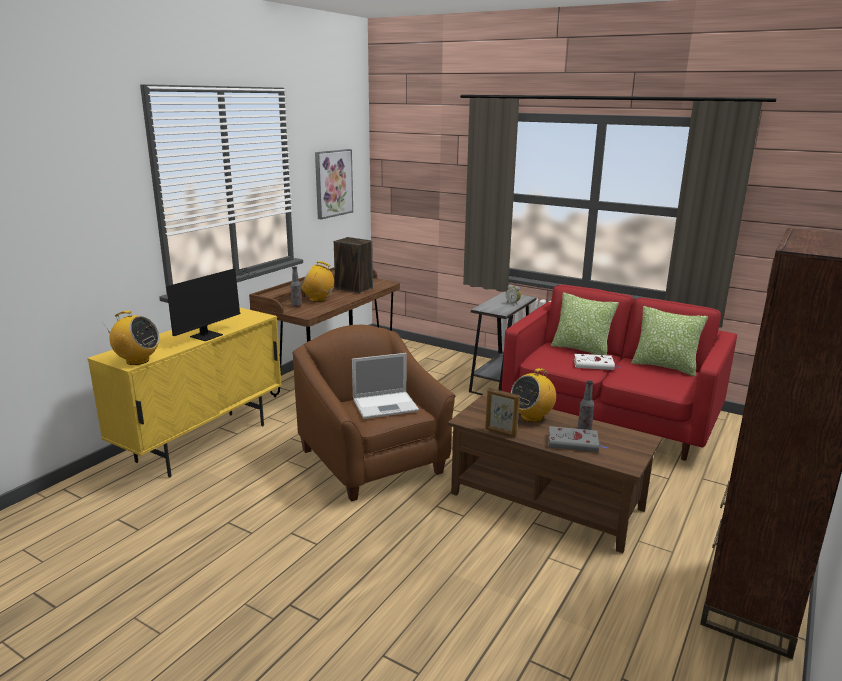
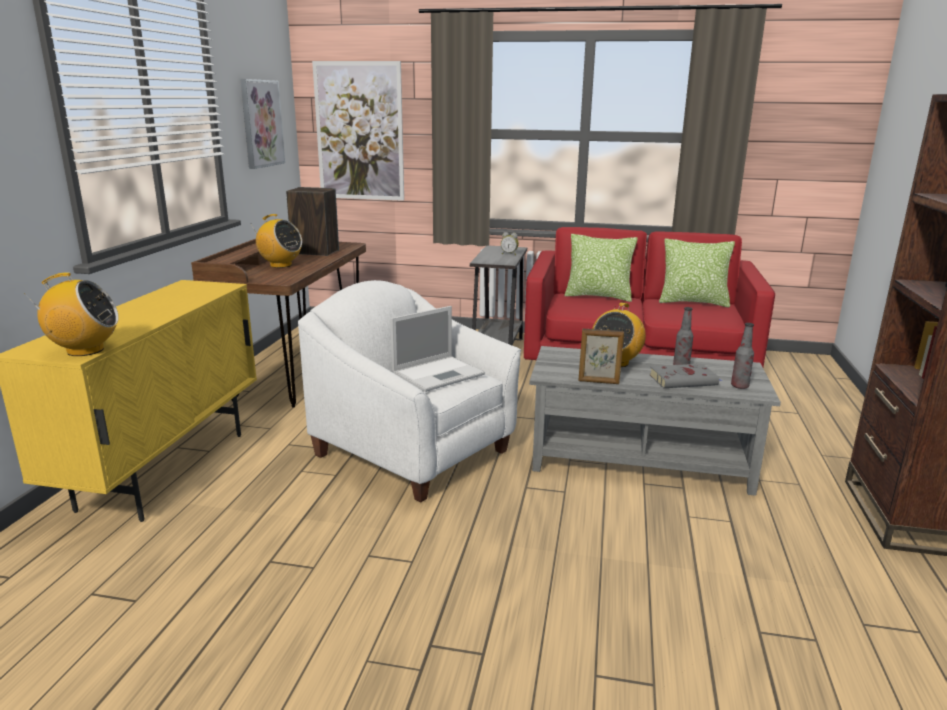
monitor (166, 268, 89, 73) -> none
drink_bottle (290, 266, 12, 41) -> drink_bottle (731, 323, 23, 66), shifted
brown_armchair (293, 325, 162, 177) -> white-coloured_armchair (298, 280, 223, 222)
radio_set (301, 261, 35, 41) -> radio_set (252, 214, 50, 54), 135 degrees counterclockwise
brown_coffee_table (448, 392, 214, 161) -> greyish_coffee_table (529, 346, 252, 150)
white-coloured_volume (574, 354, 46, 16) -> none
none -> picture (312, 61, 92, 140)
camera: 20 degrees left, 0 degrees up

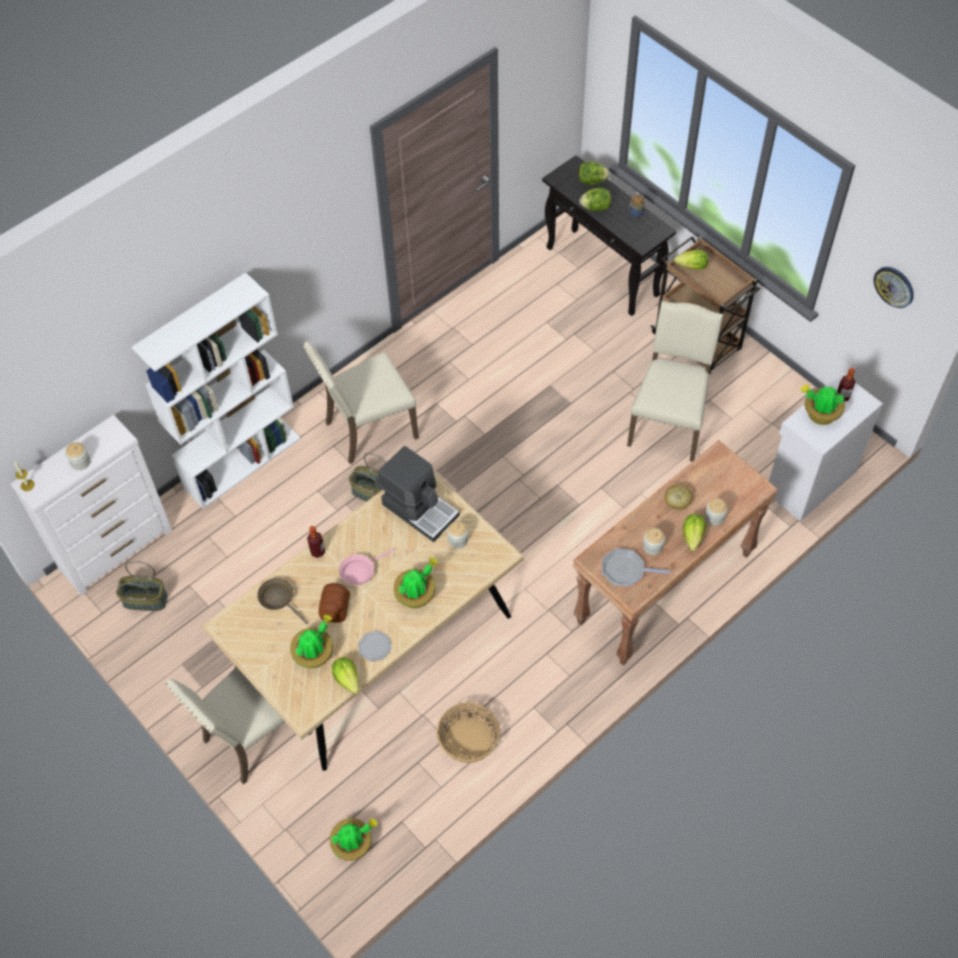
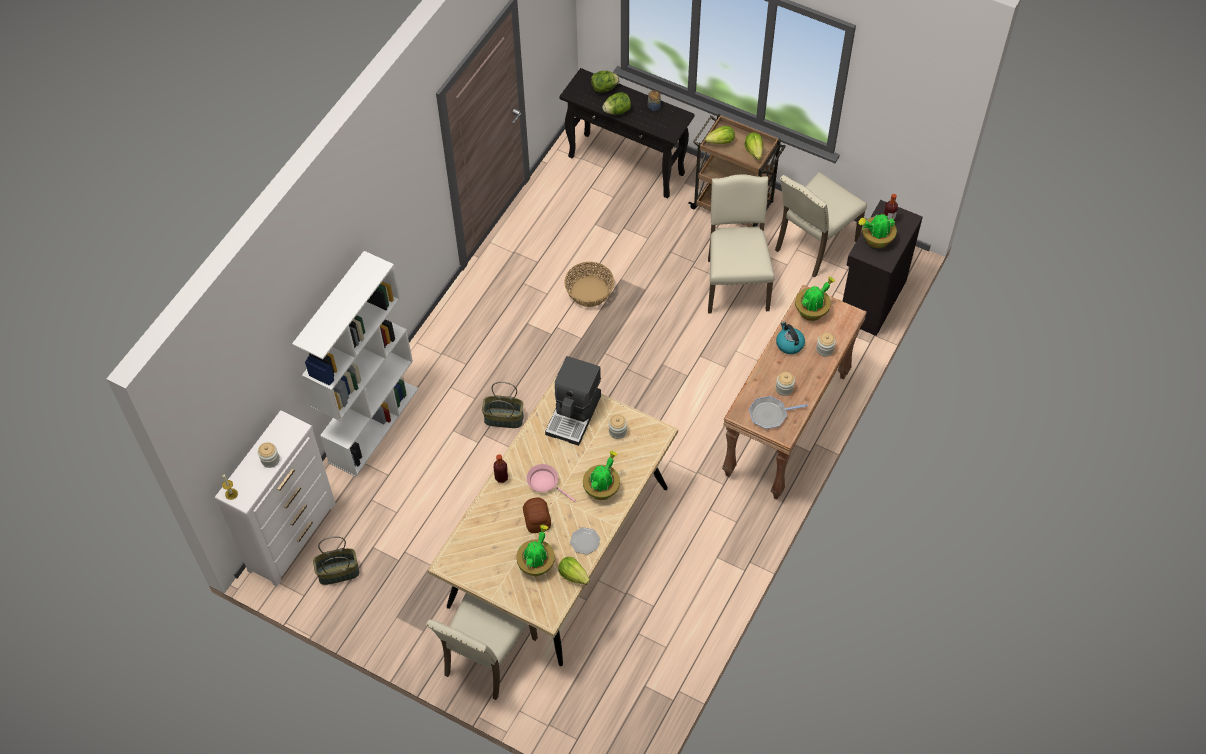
brown_skillet (257, 578, 51, 46) -> none
beige-coloured_plain_chair (303, 342, 116, 122) -> beige-coloured_plain_chair (775, 172, 92, 106), shifted
potted_plant (329, 818, 49, 43) -> potted_plant (795, 276, 40, 45), shifted
pink_skillet (339, 549, 56, 36) -> pink_skillet (526, 464, 50, 38), 90 degrees clockwise
coffee_maker (378, 446, 82, 96) -> coffee_maker (545, 356, 56, 90), 90 degrees clockwise
storage_basket (437, 702, 63, 61) -> storage_basket (564, 262, 50, 45), shifted
bread (665, 485, 28, 25) -> water_kettle (776, 321, 29, 33)
lettuce_head (683, 514, 23, 37) -> lettuce_head (744, 132, 19, 28), shifted
white-coloured_cupboard (769, 373, 114, 148) -> blackish_cupboard (843, 200, 80, 136)
wall_clock (874, 267, 40, 41) -> none
camera: 20 degrees left, 0 degrees up

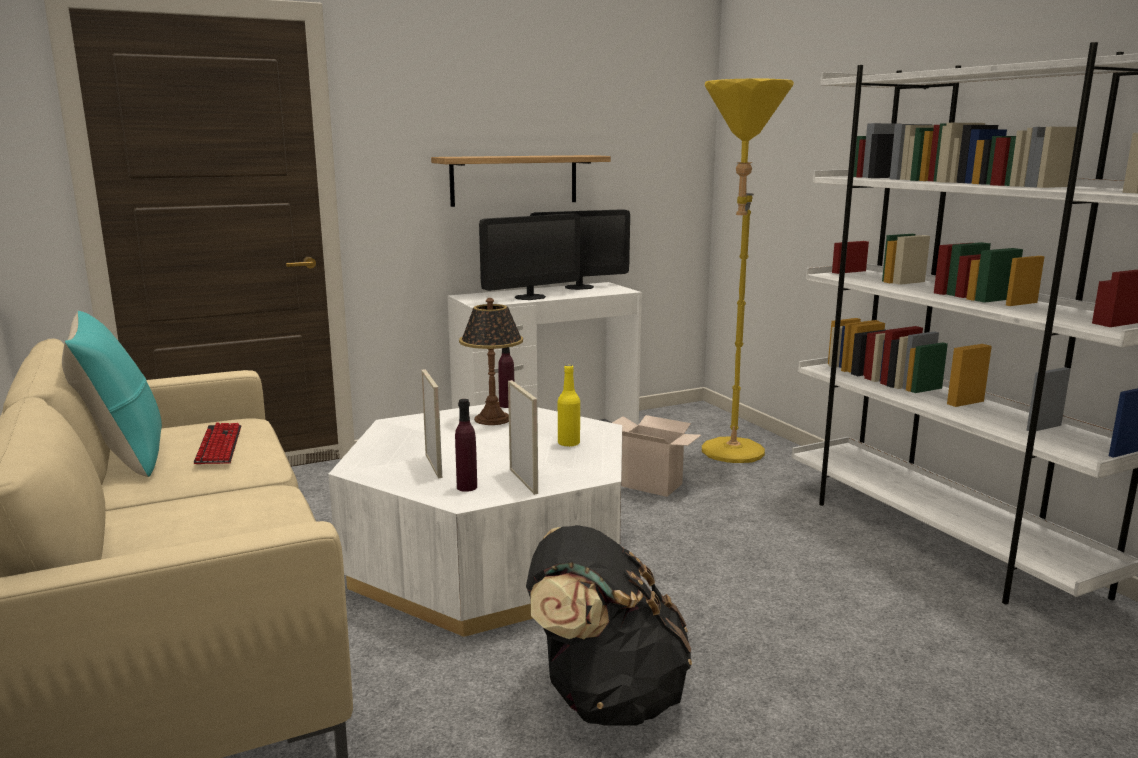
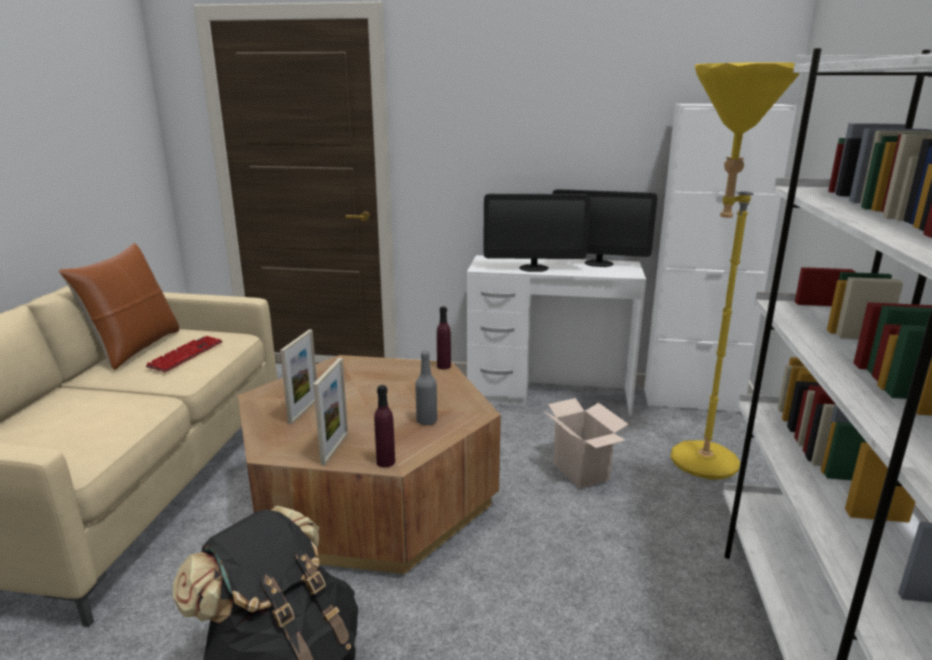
turquoise-coloured_throw_pillow (62, 311, 100, 166) -> brown_throw_pillow (58, 243, 121, 127)
white-coloured_coffee_table (328, 404, 294, 233) -> brown_coffee_table (238, 355, 263, 219)
bracket_shelf (431, 155, 180, 52) -> none
purple-coloured_drink_bottle (455, 399, 22, 93) -> purple-coloured_drink_bottle (374, 385, 21, 82), shifted
tabletop_lamp (459, 298, 64, 127) -> none
yellowish_drink_bottle (558, 365, 22, 82) -> greyish_drink_bottle (415, 351, 22, 74)
none -> white-coloured_cupboard (644, 104, 152, 309)
camera: 35 degrees right, 5 degrees up

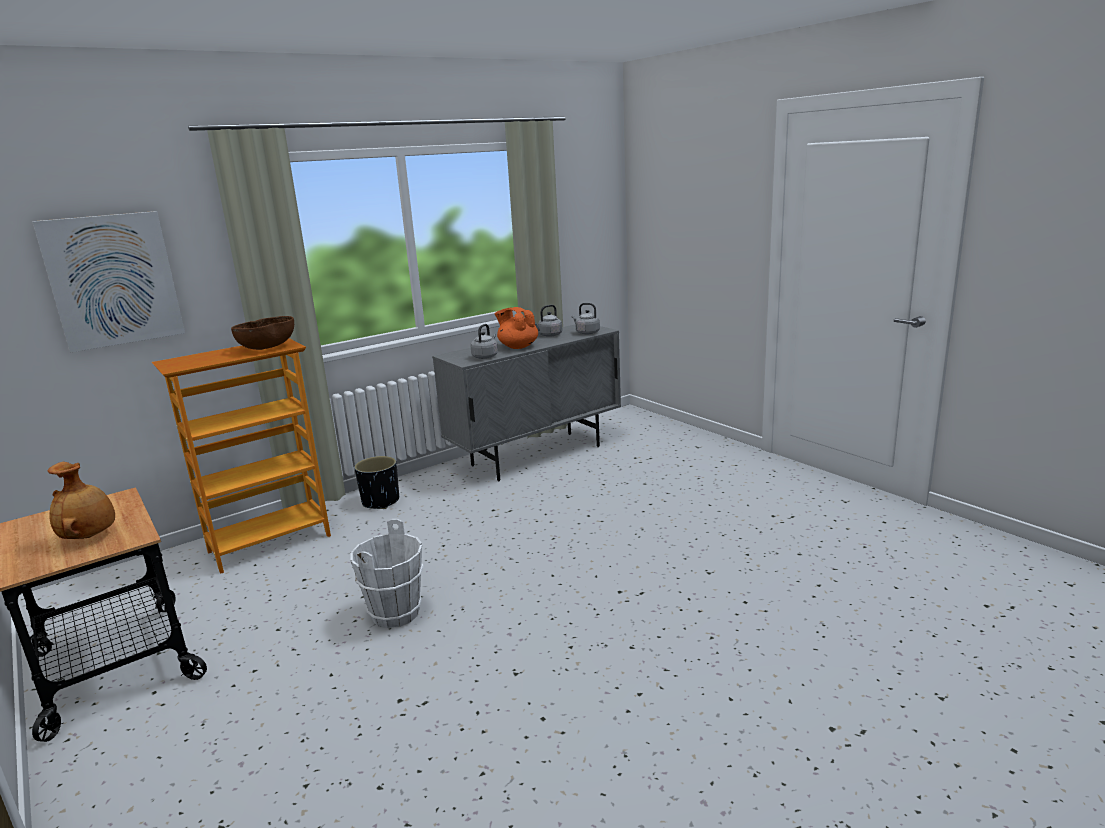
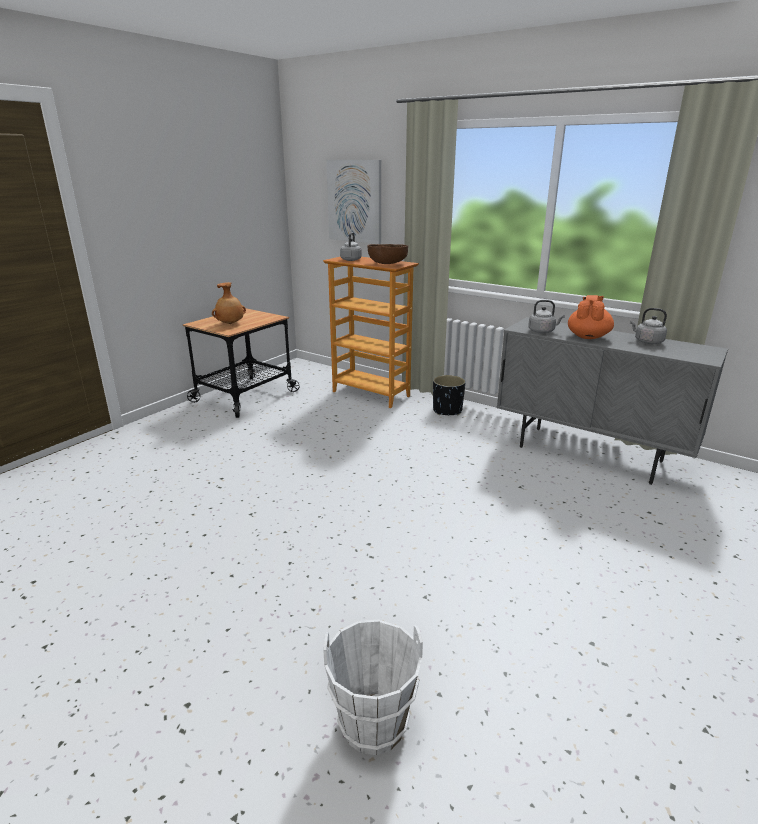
white-coloured_pail (350, 519, 74, 109) -> white-coloured_pail (323, 619, 100, 136), shifted
greyish_water_kettle (571, 303, 29, 31) -> greyish_water_kettle (340, 232, 22, 29), shifted
camera: 70 degrees right, 5 degrees up

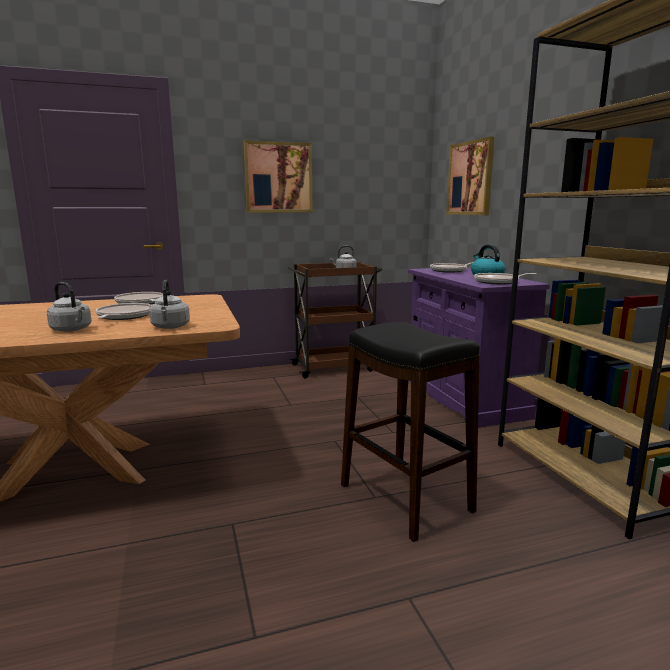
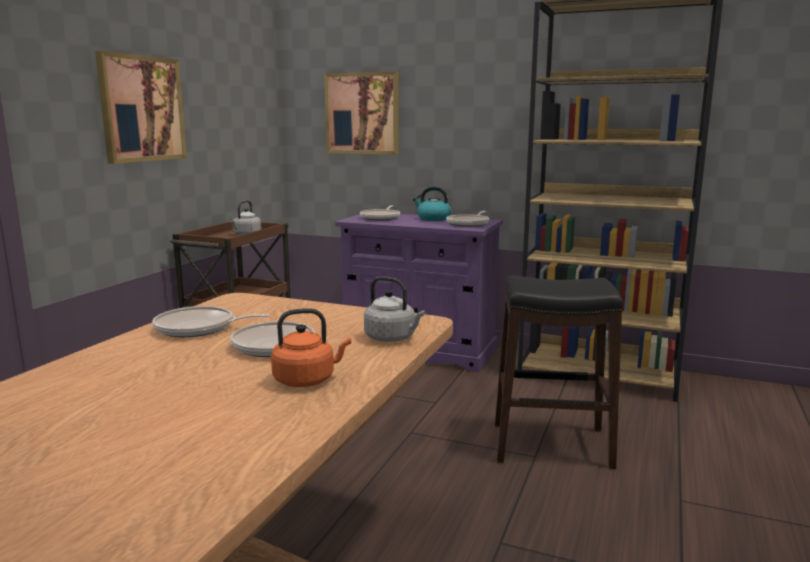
greyish_water_kettle (47, 282, 44, 50) -> orangey_water_kettle (271, 308, 80, 79)
camera: 50 degrees left, 0 degrees up

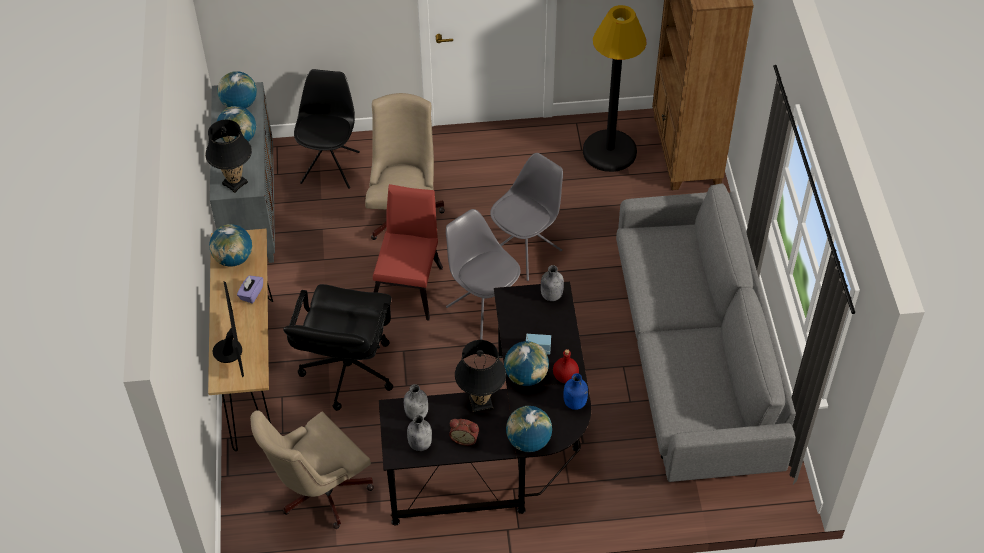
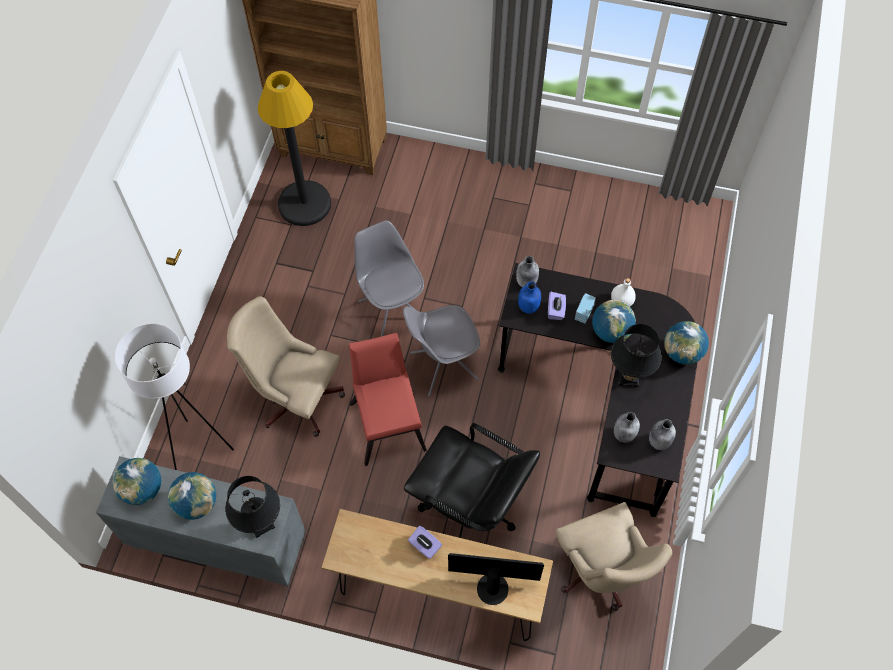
globe (209, 224, 43, 42) -> none
blackish_plain_chair (294, 69, 66, 120) -> white-coloured_standard_lamp (115, 324, 119, 146)
reddish_plain_chair (373, 184, 70, 137) -> reddish_plain_chair (349, 333, 78, 133), 45 degrees clockwise
alarm_clock (449, 419, 30, 27) -> none
reddish_drink_bottle (553, 349, 26, 34) -> white-coloured_drink_bottle (611, 278, 25, 29)
blue_drink_bottle (563, 373, 25, 37) -> blue_drink_bottle (518, 281, 23, 33), shifted
greyish_settee (616, 184, 180, 298) -> none
none -> purple-coloured_box_of_tissues (548, 292, 18, 28)
camera: 70 degrees left, 10 degrees up

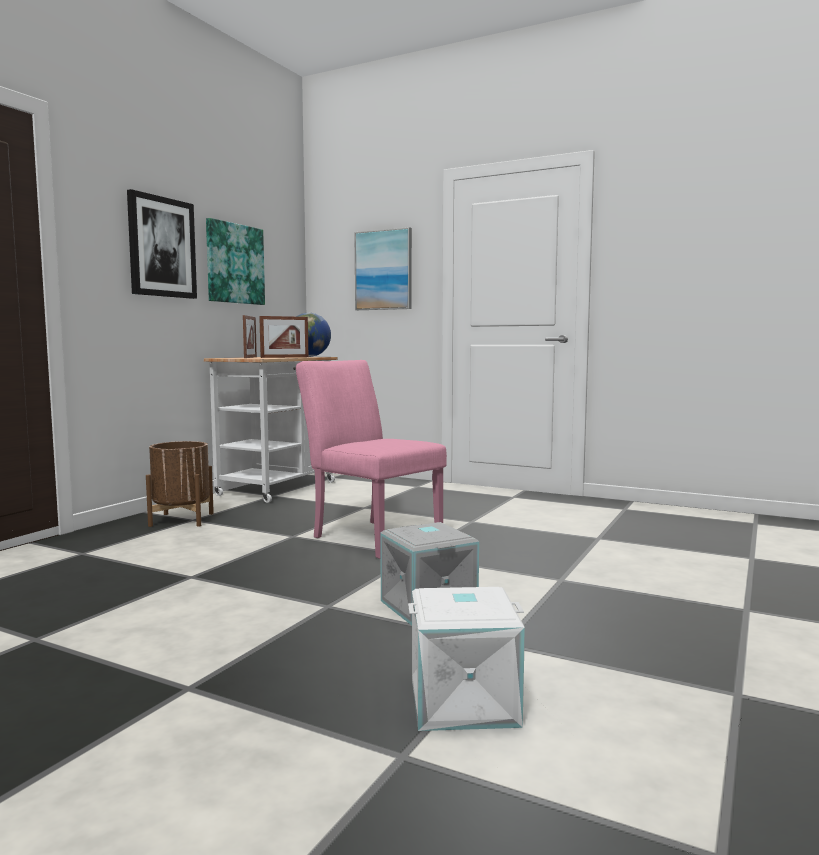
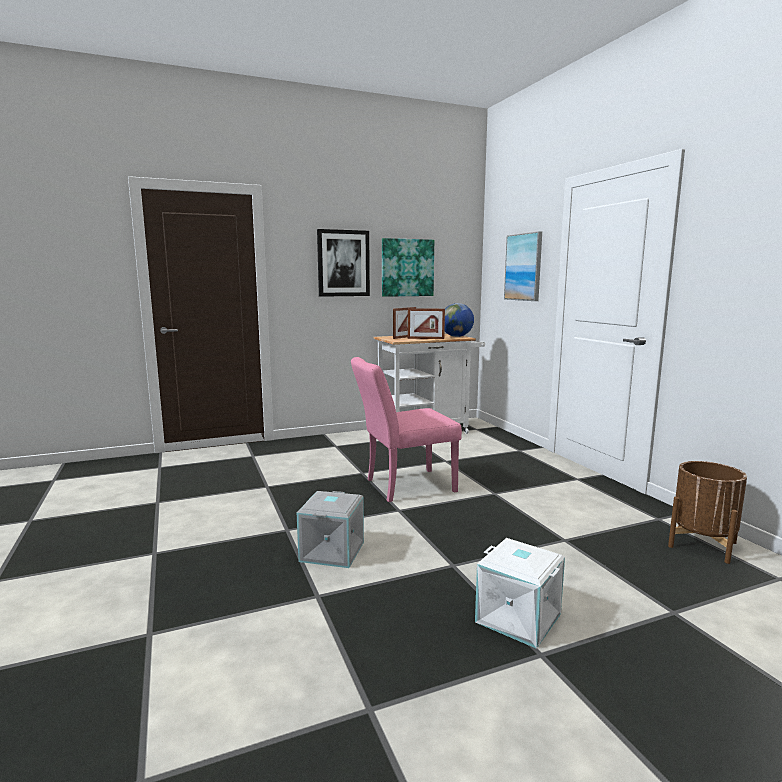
brown_planter (146, 441, 68, 86) -> brown_planter (668, 461, 79, 103), shifted
pink_plain_chair (296, 360, 151, 199) -> pink_plain_chair (351, 357, 111, 145), 105 degrees counterclockwise
white-coloured_storage_bin (408, 587, 117, 144) -> white-coloured_storage_bin (475, 538, 90, 111), shifted
camera: 40 degrees right, 5 degrees up

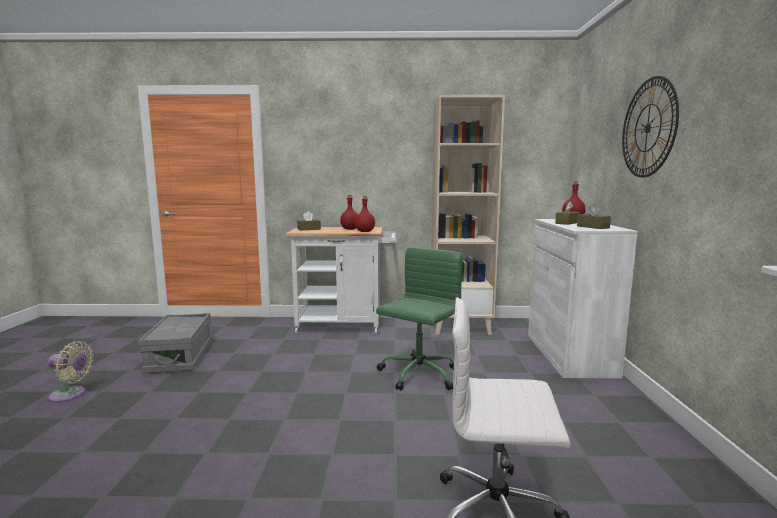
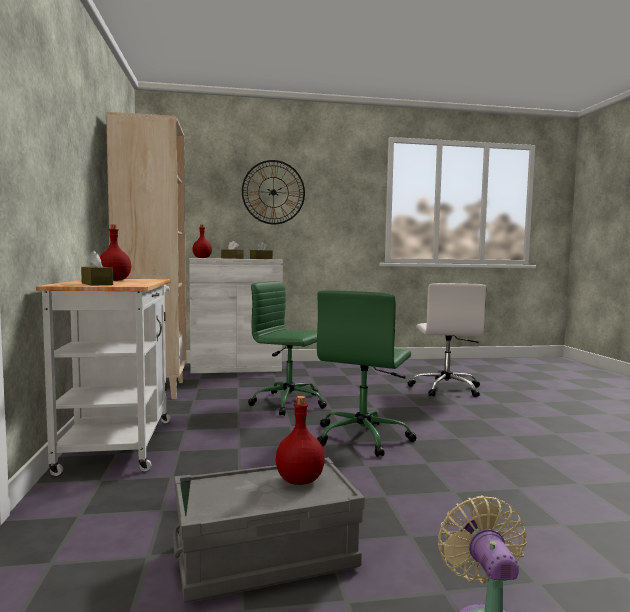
reddish_drink_bottle (355, 196, 20, 36) -> reddish_drink_bottle (276, 396, 49, 89), shifted
none -> greenish_office_chair (317, 290, 99, 167)
camera: 100 degrees left, 5 degrees down

